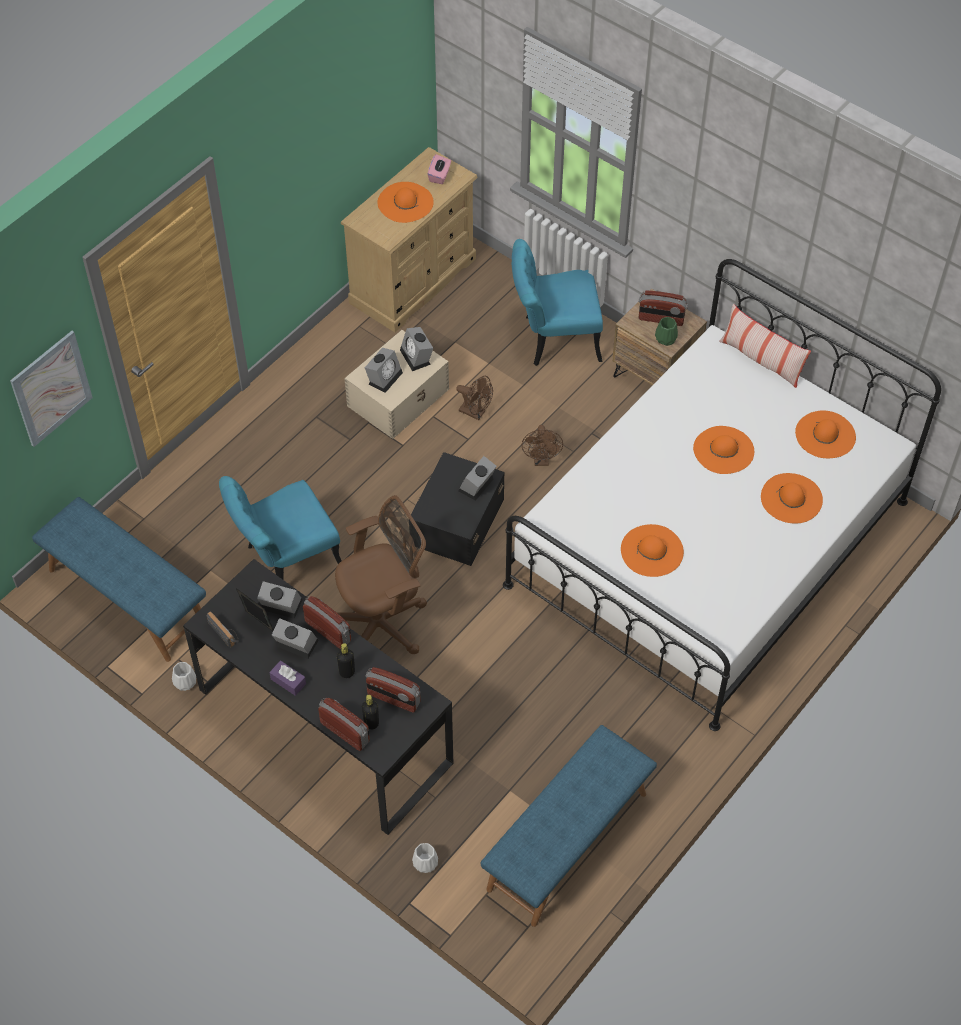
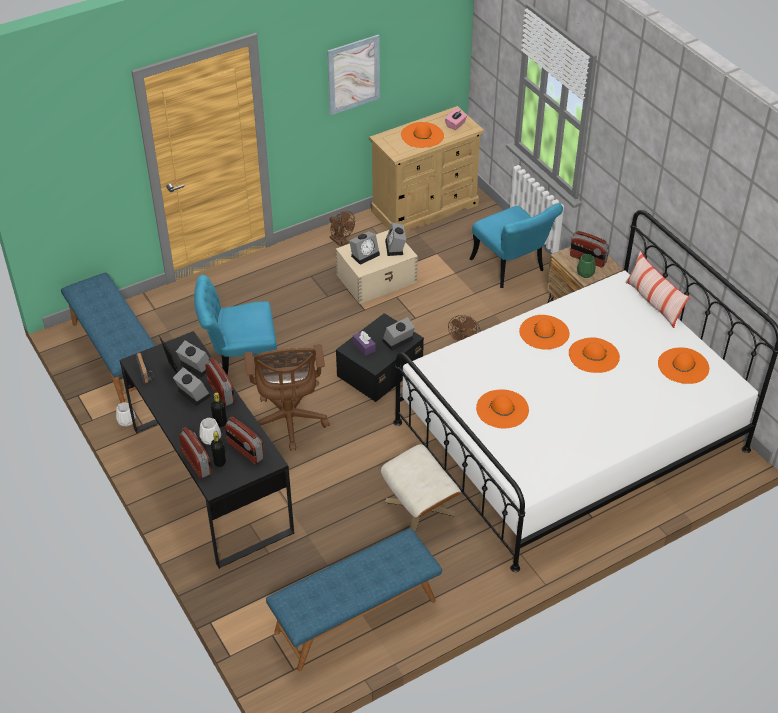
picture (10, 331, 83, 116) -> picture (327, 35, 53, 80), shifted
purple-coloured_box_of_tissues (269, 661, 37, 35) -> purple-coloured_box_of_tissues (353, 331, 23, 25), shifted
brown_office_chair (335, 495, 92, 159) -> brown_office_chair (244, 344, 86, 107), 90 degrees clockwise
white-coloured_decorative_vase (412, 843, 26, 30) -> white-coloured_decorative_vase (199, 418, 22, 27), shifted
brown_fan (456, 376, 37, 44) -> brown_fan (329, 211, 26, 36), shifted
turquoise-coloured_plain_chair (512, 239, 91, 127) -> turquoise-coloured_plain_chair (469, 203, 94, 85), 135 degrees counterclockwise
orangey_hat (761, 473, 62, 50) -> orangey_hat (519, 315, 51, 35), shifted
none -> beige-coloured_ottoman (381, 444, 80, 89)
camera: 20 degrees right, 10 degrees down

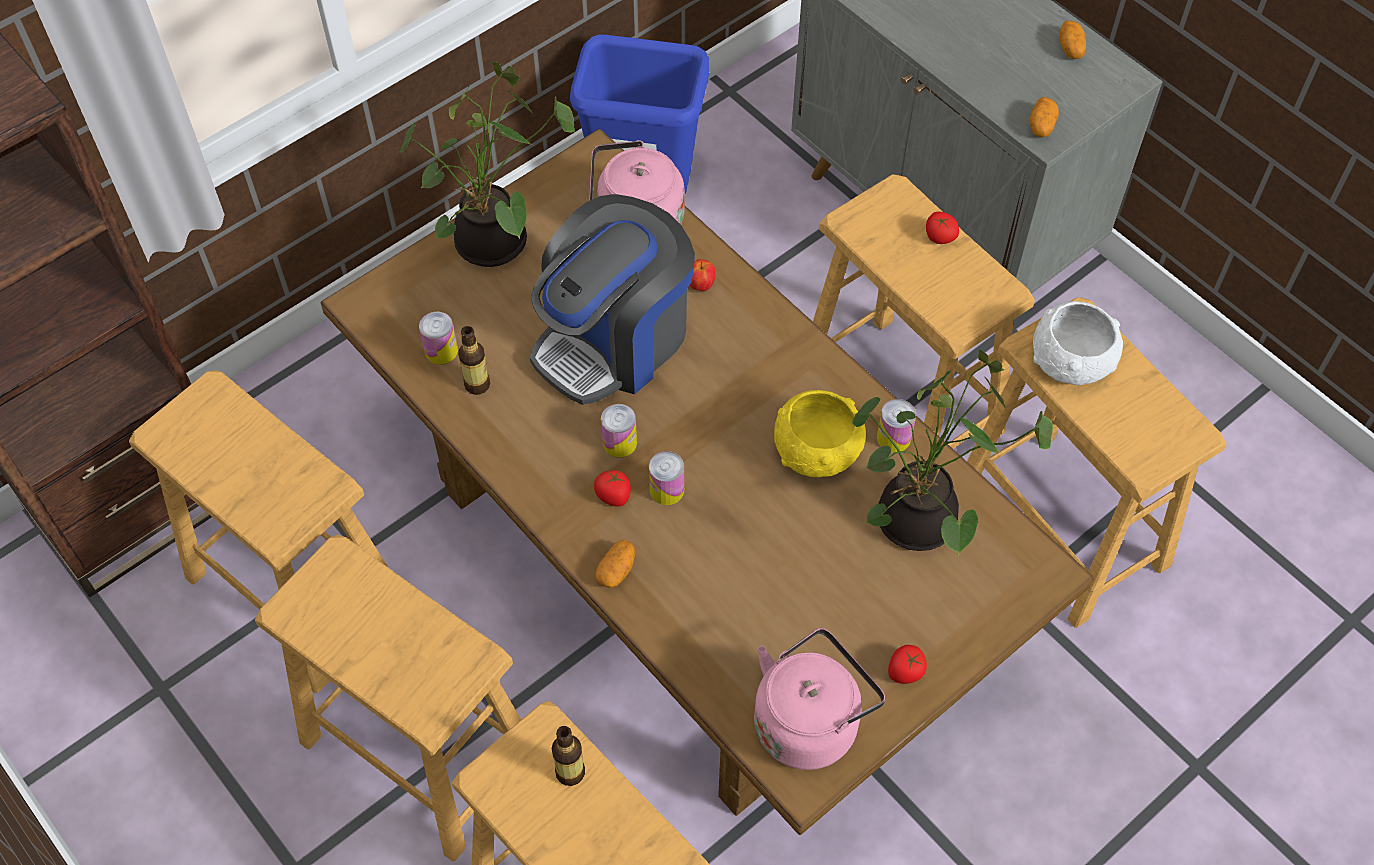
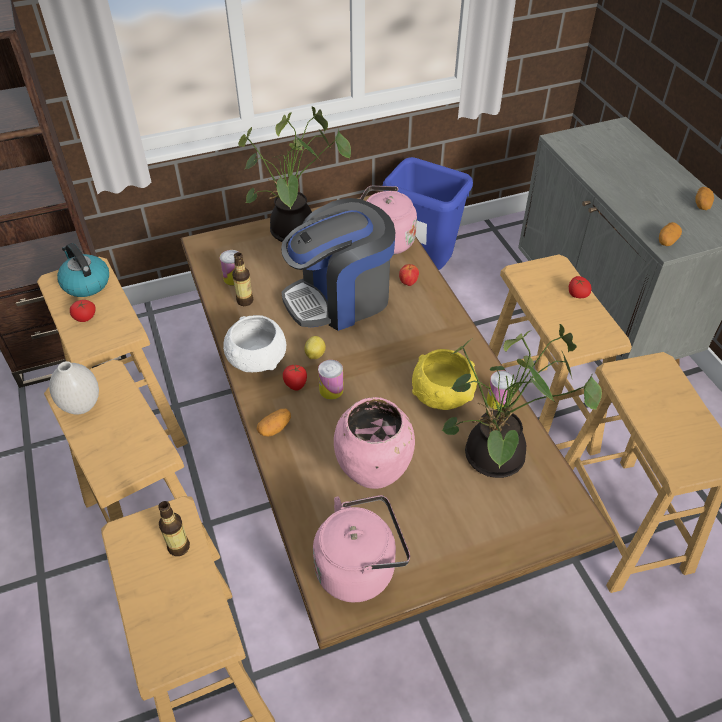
sealed_can (601, 404, 36, 54) -> citrus_fruit (304, 336, 22, 23)
tomato (888, 645, 39, 39) -> tomato (70, 300, 26, 22), shifted
white-coloured_bowl (1033, 301, 90, 84) -> white-coloured_bowl (223, 315, 63, 57), shifted
none -> white-coloured_decorative_vase (49, 361, 50, 54)
none -> water_kettle (57, 243, 52, 54)
none -> pink_decorative_vase (334, 397, 81, 92)
camera: 20 degrees right, 10 degrees down

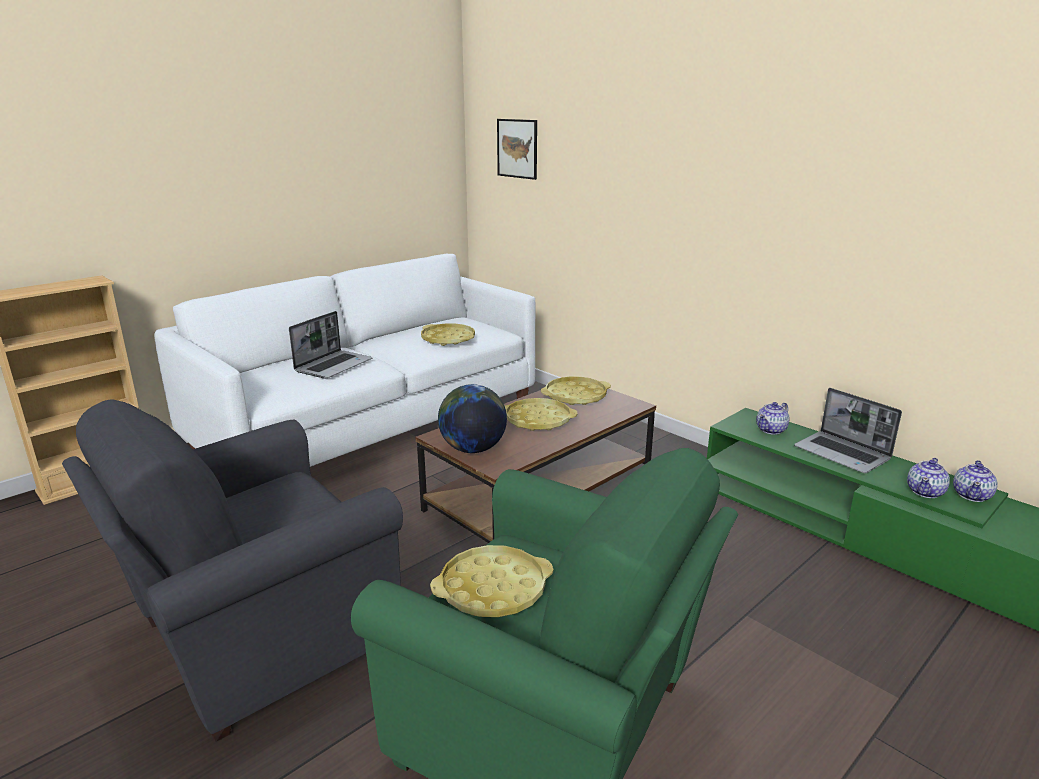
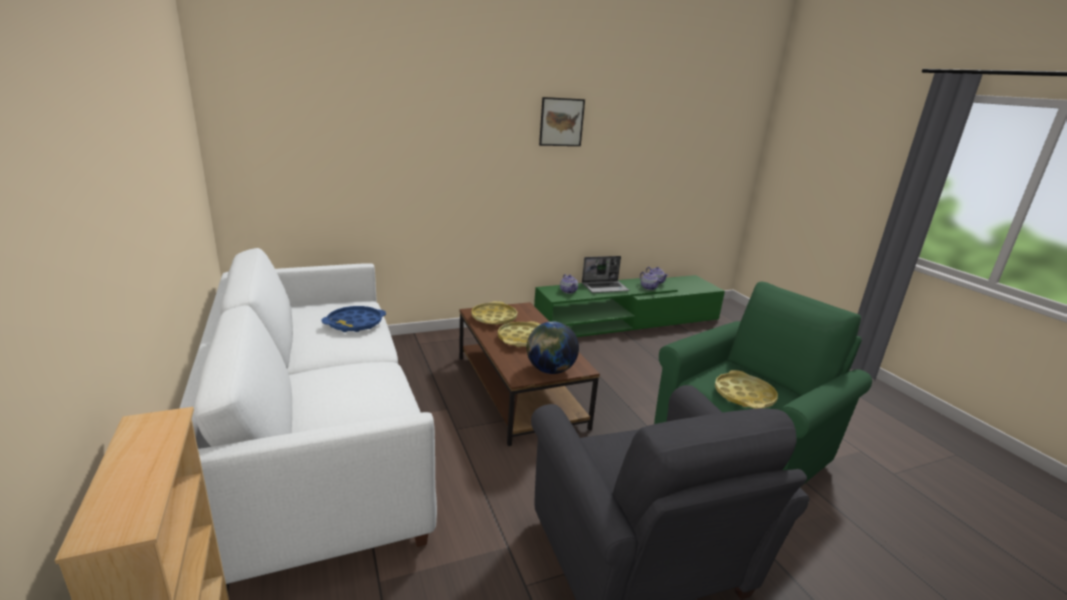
laptop (289, 311, 83, 68) -> none
yellowish_serving_tray (421, 324, 54, 22) -> blue_serving_tray (321, 306, 65, 26)
picture (497, 119, 40, 61) -> picture (539, 97, 46, 49), shifted
camera: 70 degrees left, 0 degrees up

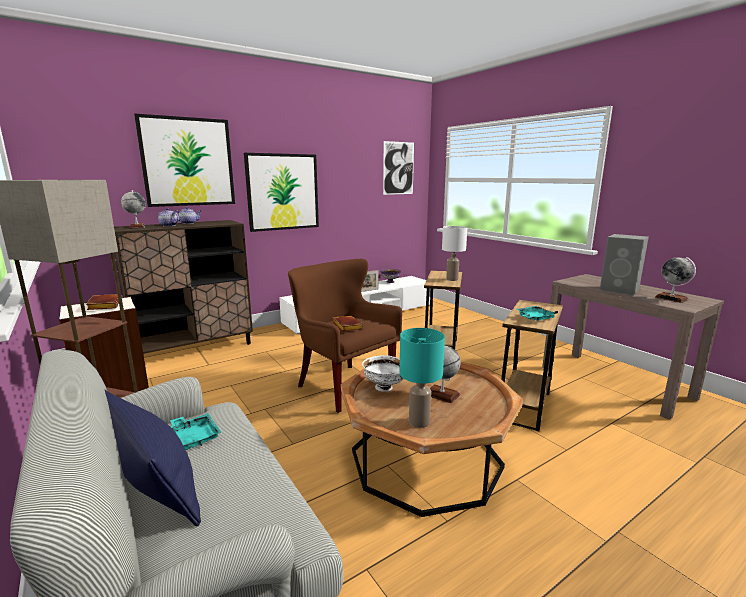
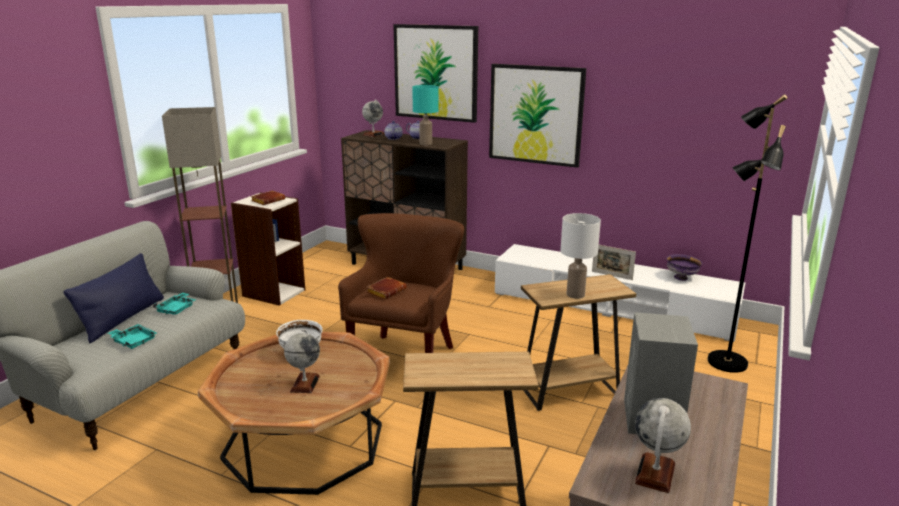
picture (383, 141, 31, 54) -> none
turquoise-coloured_tabletop_lamp (400, 328, 45, 100) -> turquoise-coloured_tabletop_lamp (412, 85, 26, 60), shifted
turquoise-coloured_serving_tray (516, 306, 42, 15) -> turquoise-coloured_serving_tray (108, 324, 49, 25), shifted
none -> blackish_standard_lamp (708, 94, 80, 279)
camera: 60 degrees right, 5 degrees up

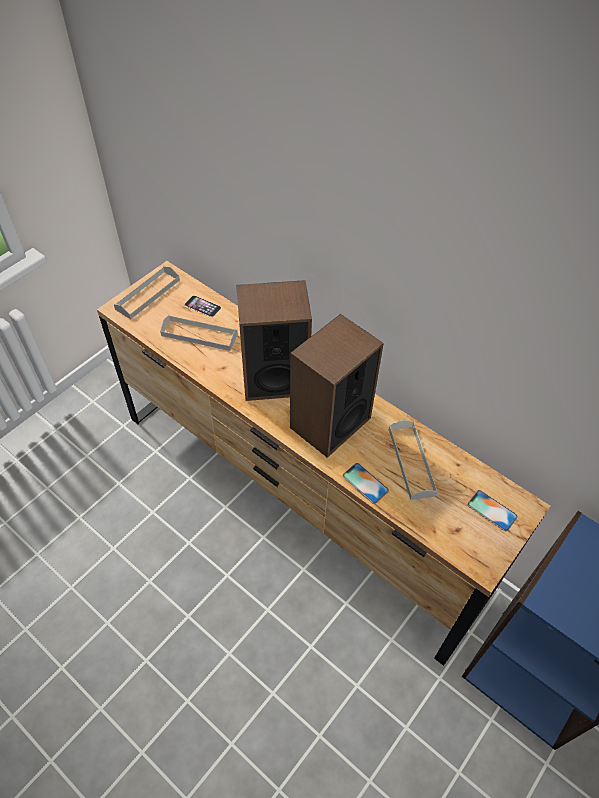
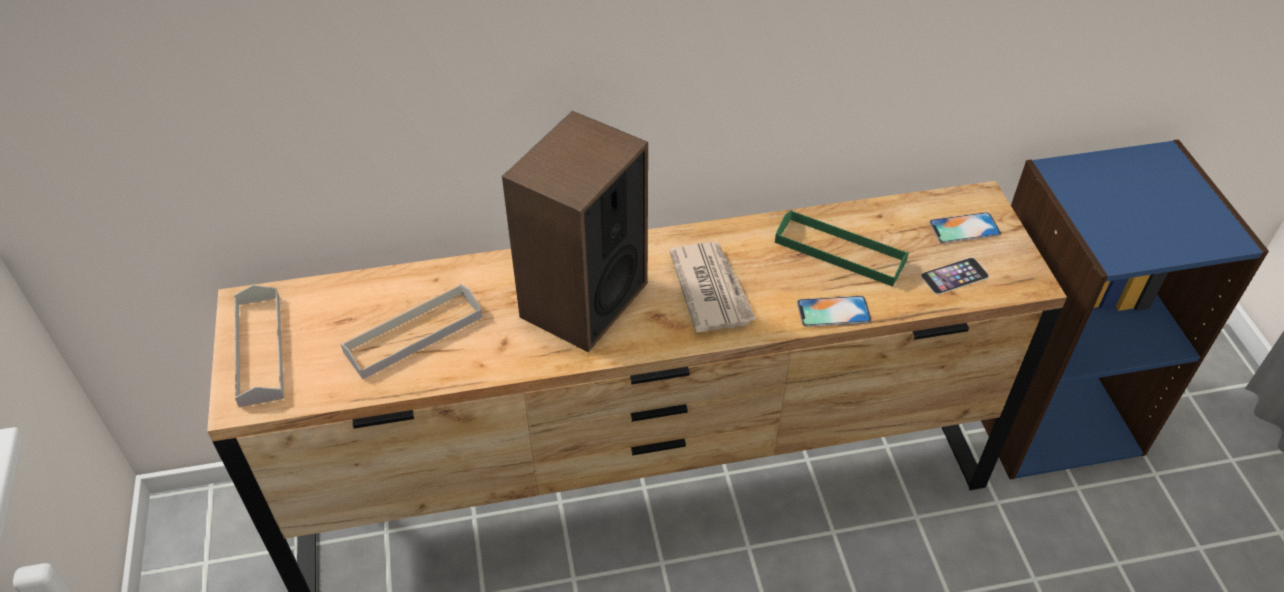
telephone (185, 295, 36, 22) -> telephone (921, 258, 68, 36), shifted
speaker (290, 314, 94, 144) -> printed_paper (669, 242, 87, 91)
greyish_serving_tray (389, 420, 49, 80) -> greenish_serving_tray (775, 210, 134, 77)
camera: 50 degrees left, 5 degrees down

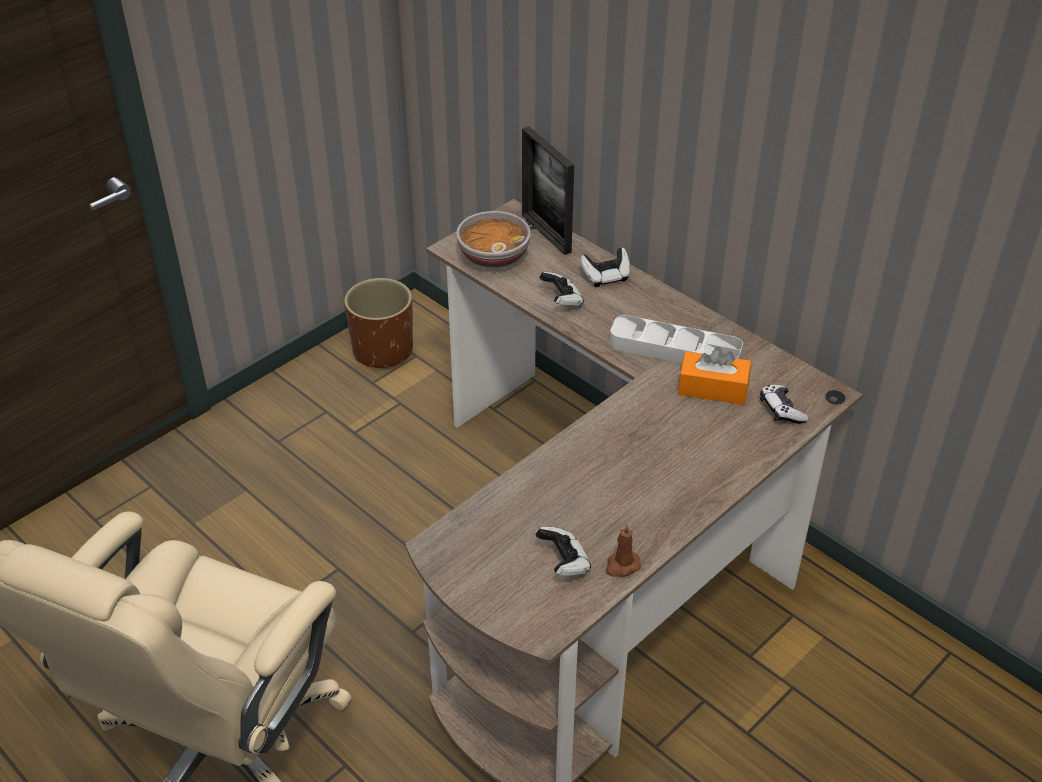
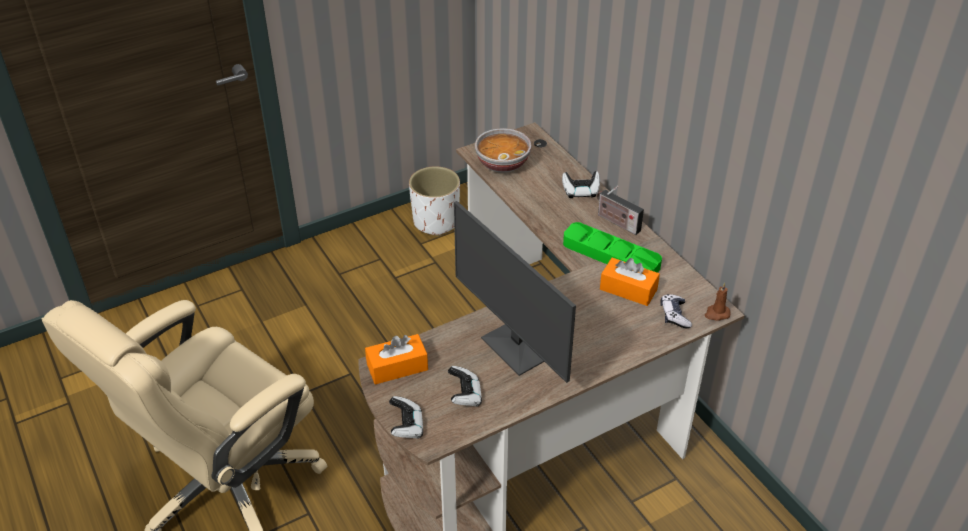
brown_planter (344, 278, 69, 91) -> white-coloured_planter (409, 166, 51, 70)
picture_frame (522, 127, 52, 128) -> none
gamepad (539, 272, 45, 35) -> gamepad (389, 396, 34, 43), shifted
brown_wax_light (606, 524, 35, 53) -> brown_wax_light (705, 282, 26, 39), shifted
greyish_serving_tray (610, 315, 133, 48) -> greenish_serving_tray (563, 222, 99, 51)
none -> orangey_box_of_tissues (365, 334, 63, 51)
none -> monitor (454, 201, 122, 182)
none -> radio_set (597, 186, 47, 49)
camera: 15 degrees right, 0 degrees up

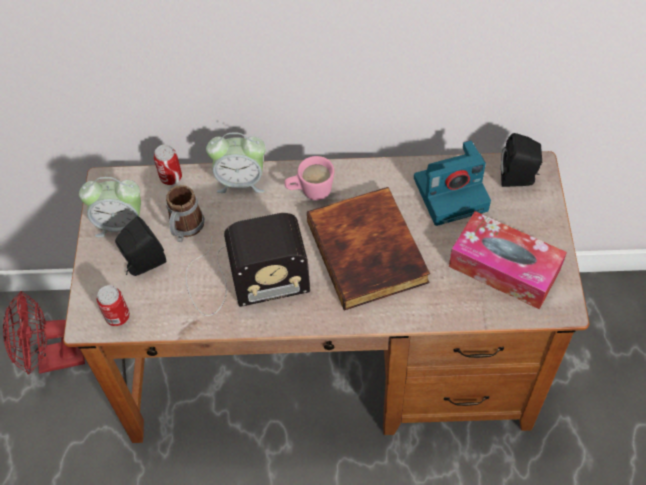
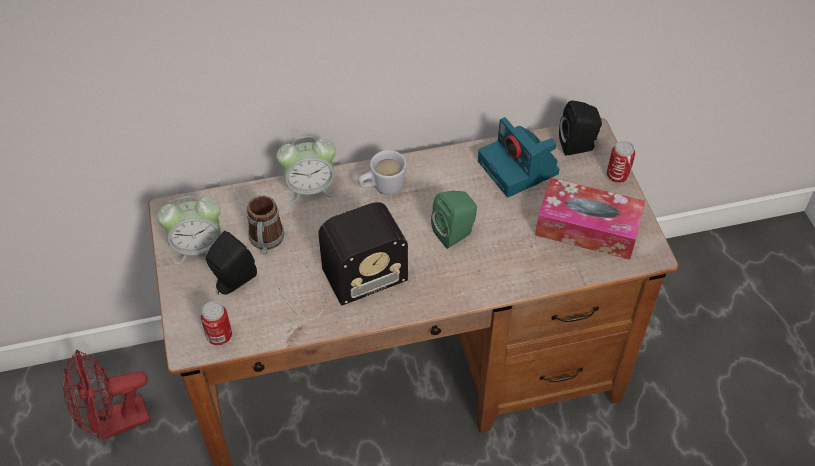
sealed_can (154, 144, 28, 41) -> sealed_can (607, 141, 28, 42), shifted
pink_tea_mug (284, 156, 50, 44) -> white-coloured_tea_mug (358, 150, 49, 45)
volume (307, 187, 123, 123) -> greenish_speaker (431, 191, 46, 58)
photo_camera (414, 140, 77, 86) -> photo_camera (478, 117, 81, 80), 90 degrees clockwise
camera: 15 degrees left, 5 degrees down

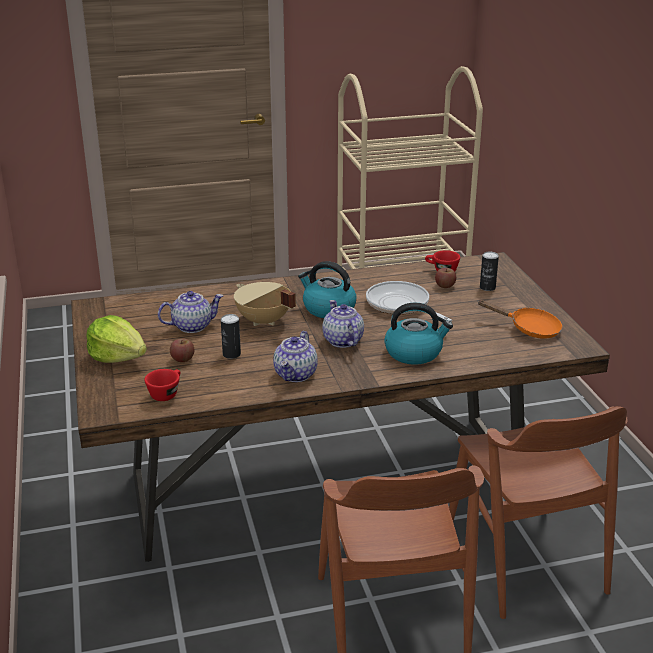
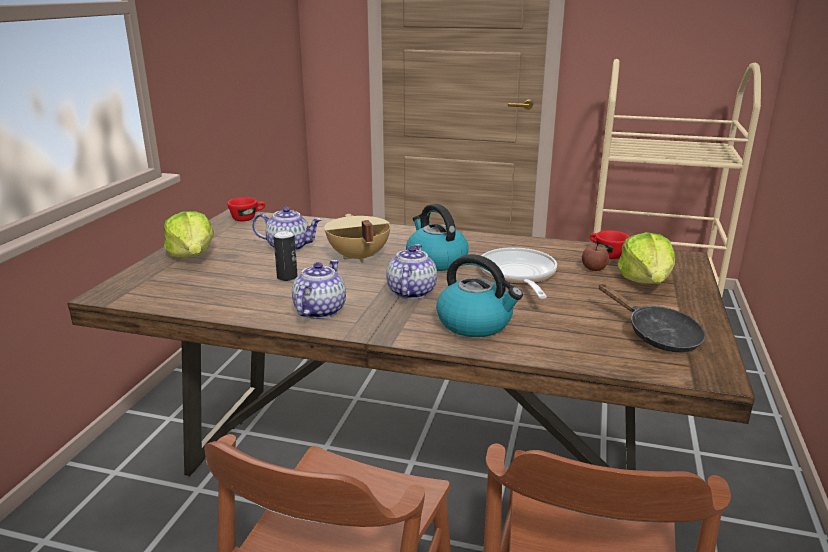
reddish_small_cup (145, 369, 35, 32) -> reddish_small_cup (227, 197, 38, 24), shifted
apple_fruit (170, 338, 24, 24) -> none
pot_for_tea (273, 331, 45, 51) -> pot_for_tea (292, 260, 54, 59), 150 degrees clockwise
orangey_skillet (477, 300, 85, 39) -> blackish_skillet (598, 284, 107, 68)
sealed_can (480, 252, 19, 39) -> lettuce_head (618, 232, 57, 52)
camera: 30 degrees right, 5 degrees down

